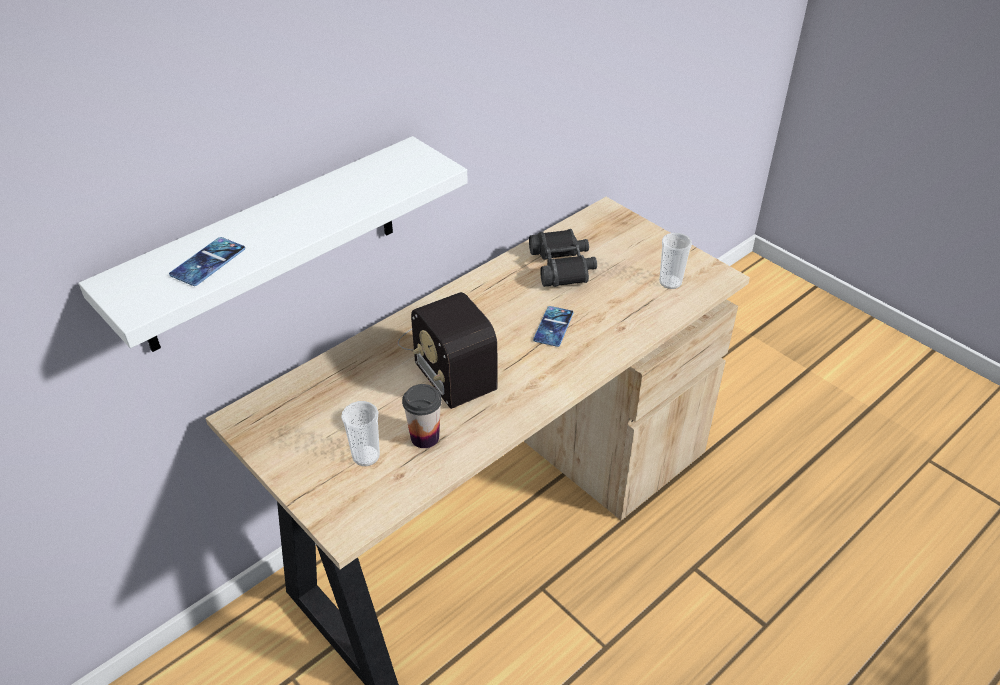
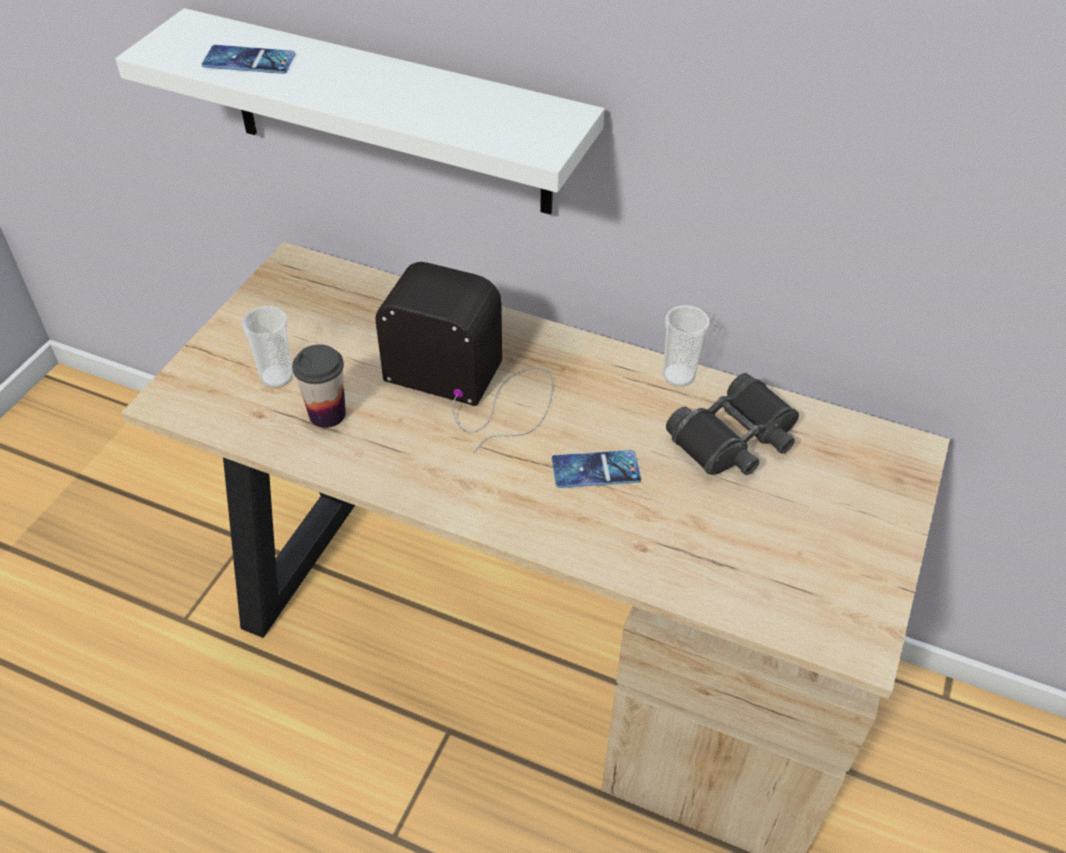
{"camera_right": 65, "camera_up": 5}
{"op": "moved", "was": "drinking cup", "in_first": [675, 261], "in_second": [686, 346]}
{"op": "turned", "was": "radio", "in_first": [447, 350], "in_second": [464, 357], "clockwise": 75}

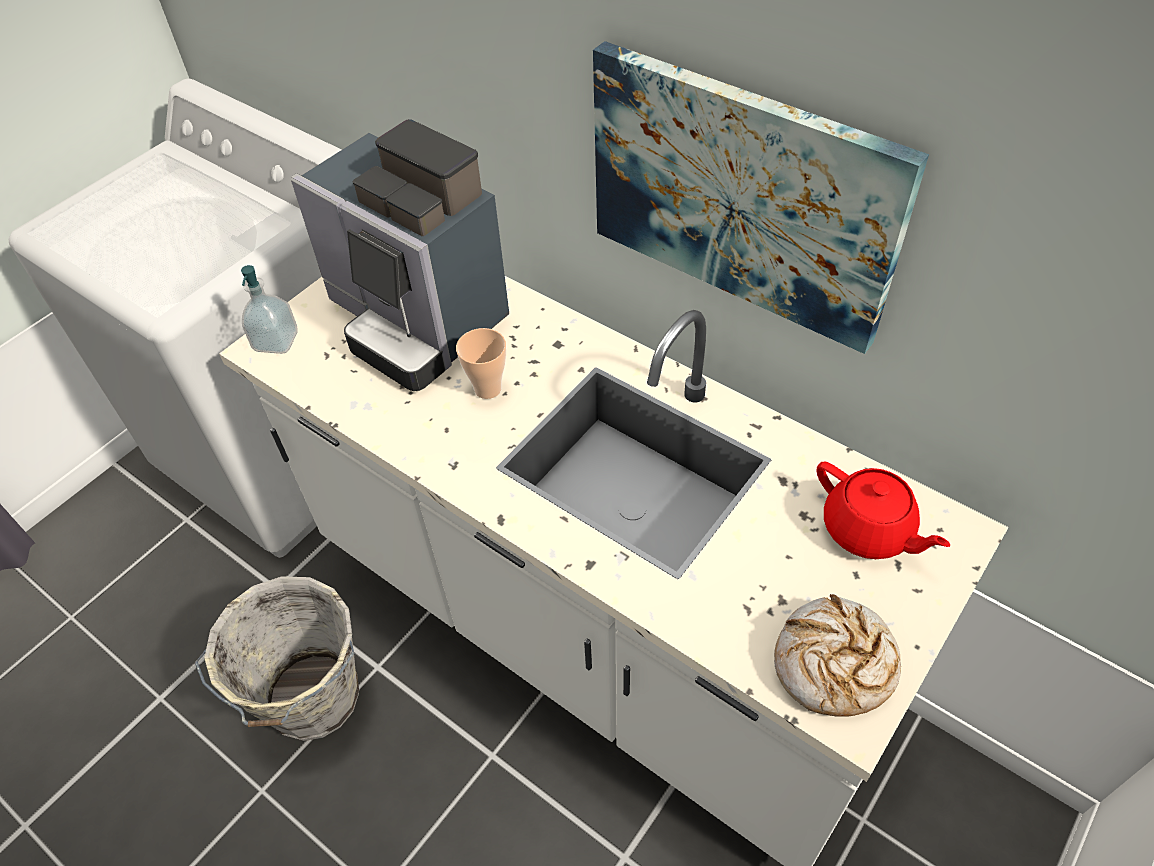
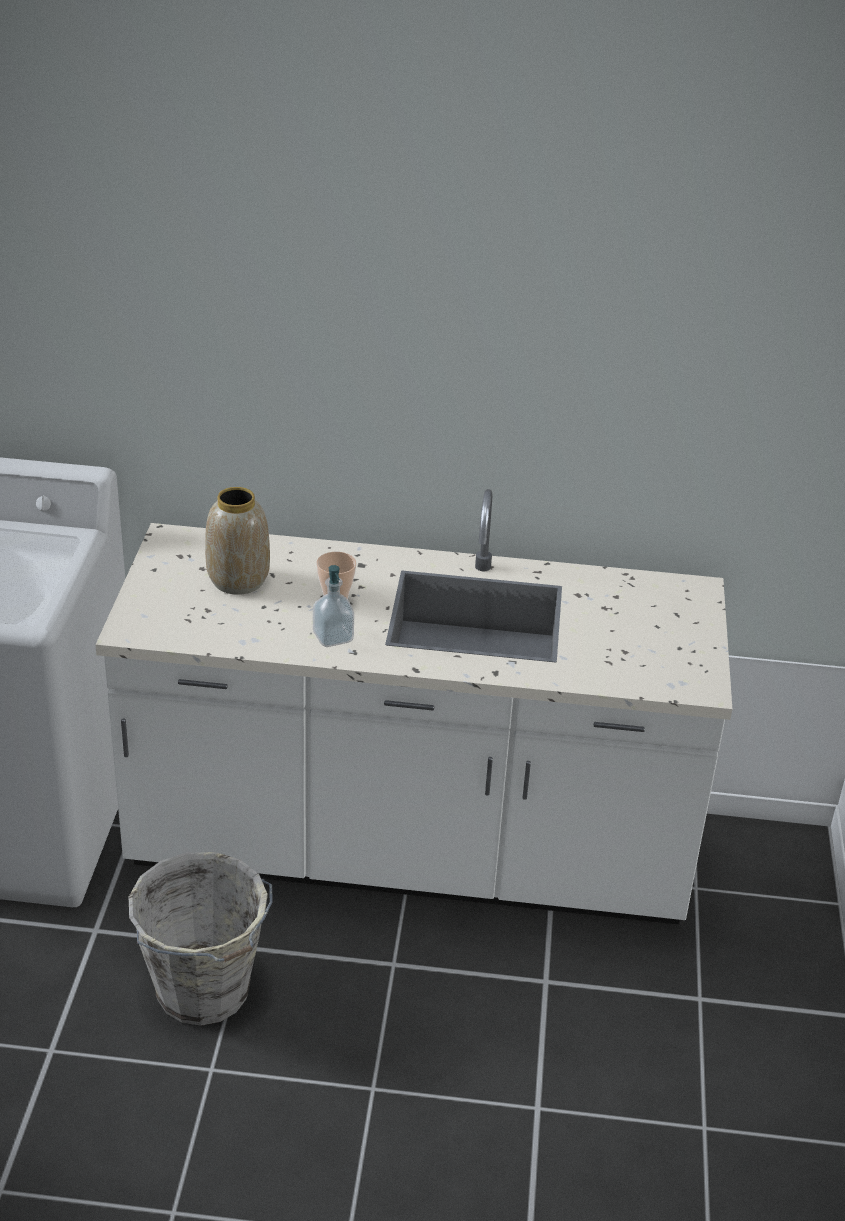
{"camera_right": -35, "camera_up": -15}
{"op": "removed", "was": "wall art", "in_first": [761, 197]}
{"op": "replaced", "was": "coffee maker", "now": "vase", "in_first": [400, 255], "in_second": [237, 541]}
{"op": "moved", "was": "soap bottle", "in_first": [269, 309], "in_second": [333, 606]}
{"op": "removed", "was": "red-coloured tea pot", "in_first": [883, 510]}
{"op": "removed", "was": "baked bread", "in_first": [837, 655]}

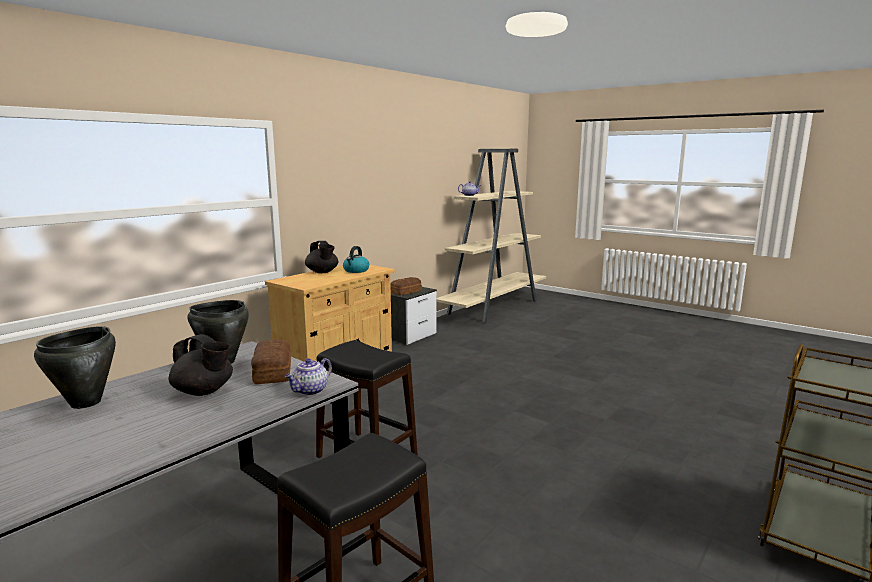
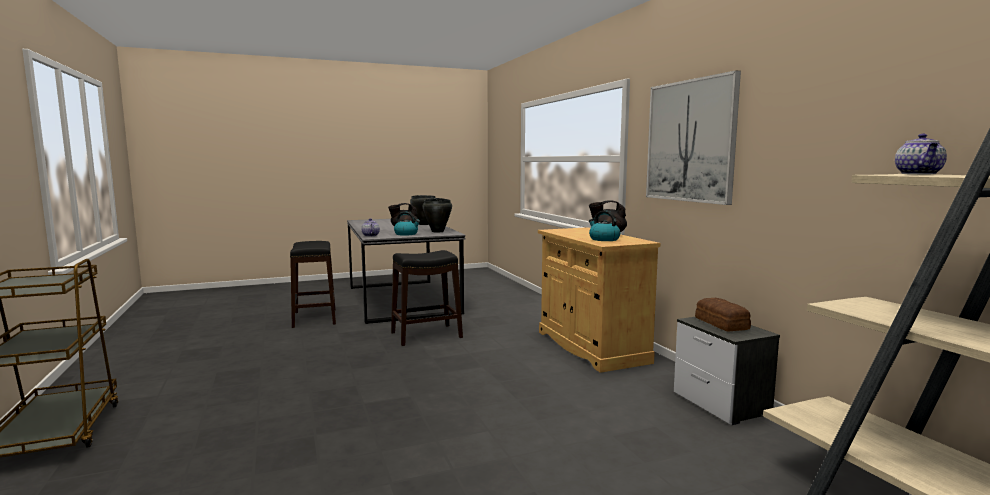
{"camera_right": 120, "camera_up": -5}
{"op": "replaced", "was": "baked bread", "now": "kettle", "in_first": [271, 361], "in_second": [407, 224]}
{"op": "added", "now": "wall art", "in_second": [693, 137]}

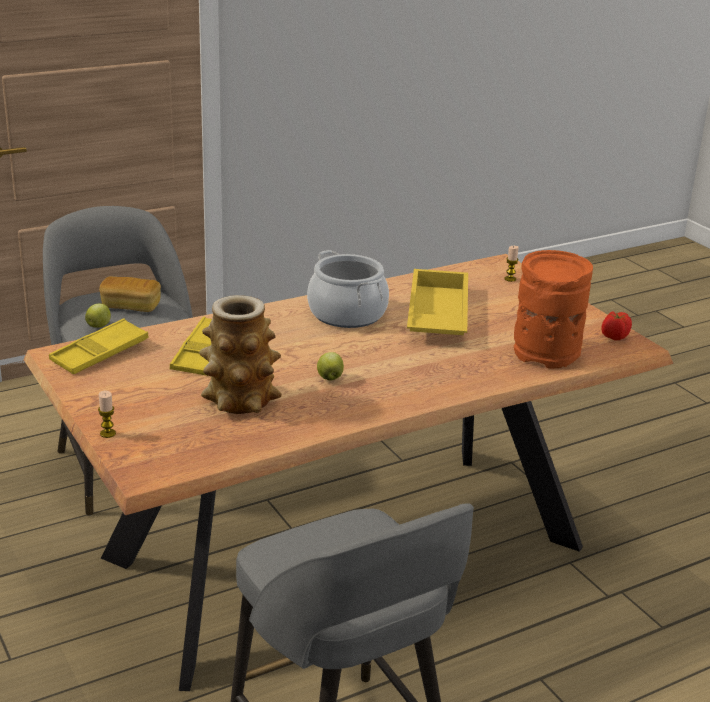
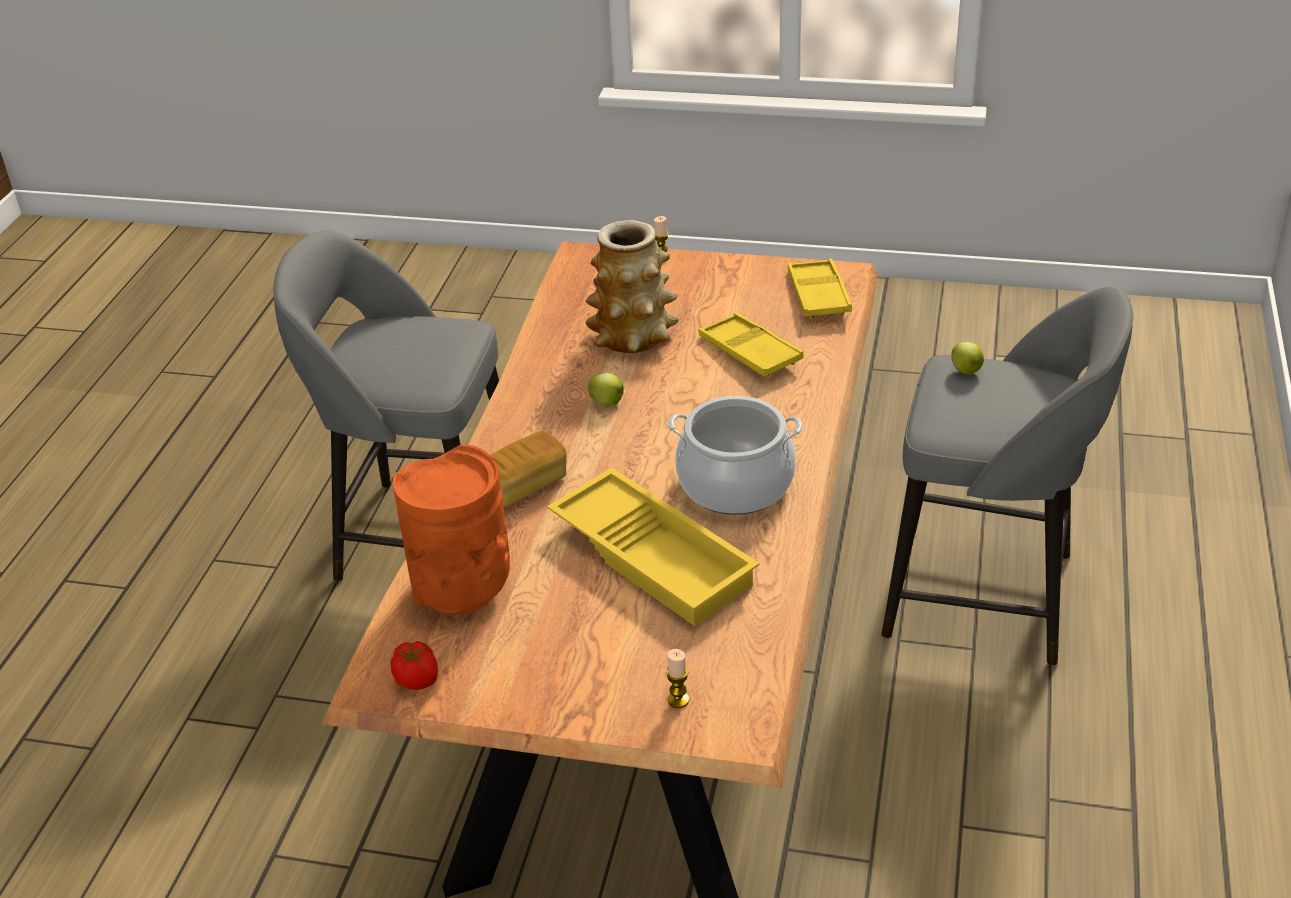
{"camera_right": 135, "camera_up": 10}
{"op": "moved", "was": "baked bread", "in_first": [130, 294], "in_second": [528, 469]}

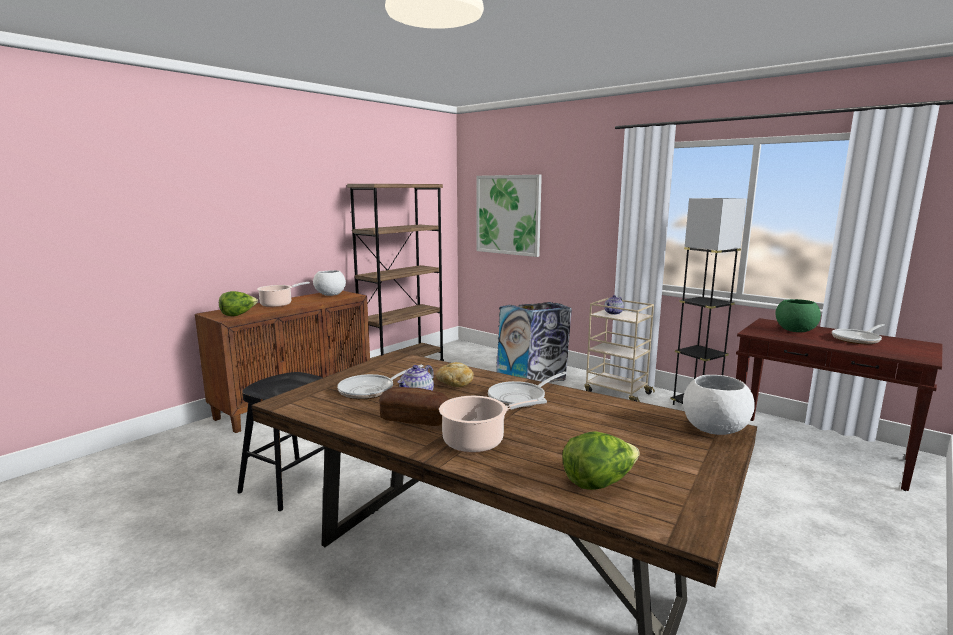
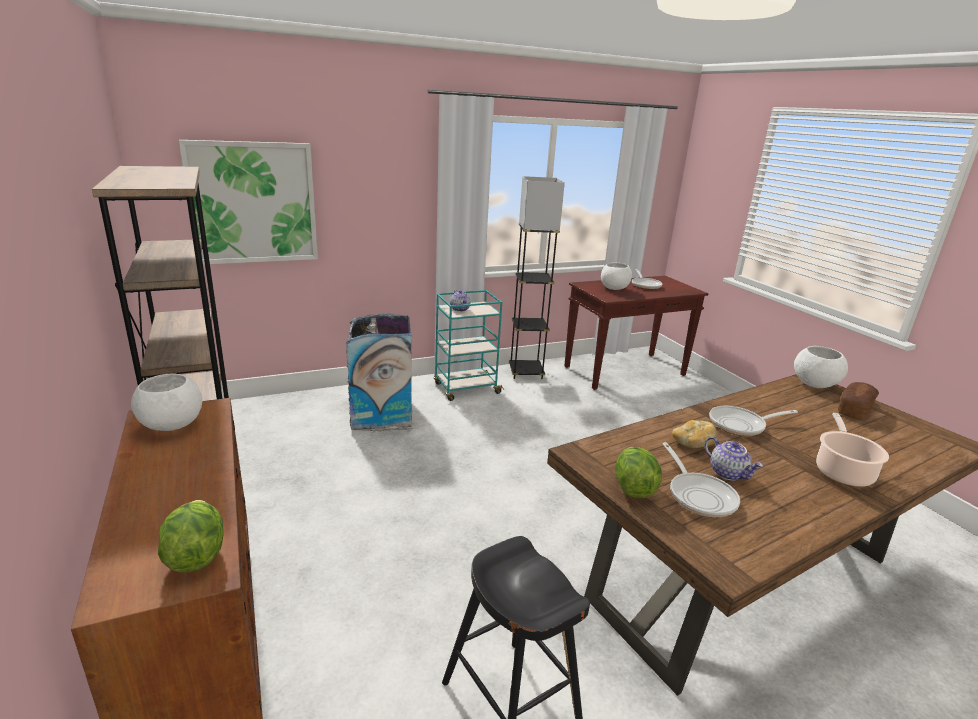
{"camera_right": -65, "camera_up": 10}
{"op": "removed", "was": "cooking pot", "in_first": [283, 294]}
{"op": "recoloured", "was": "beige wheeled cart", "now": "turquoise-coloured wheeled cart", "in_first": [619, 350], "in_second": [469, 345]}
{"op": "recoloured", "was": "green-coloured bowl", "now": "white bowl", "in_first": [798, 315], "in_second": [616, 276]}
{"op": "turned", "was": "skillet", "in_first": [527, 390], "in_second": [753, 421], "clockwise": 90}
{"op": "moved", "was": "baked bread", "in_first": [414, 406], "in_second": [858, 401]}
{"op": "moved", "was": "lettuce head", "in_first": [601, 460], "in_second": [638, 472]}

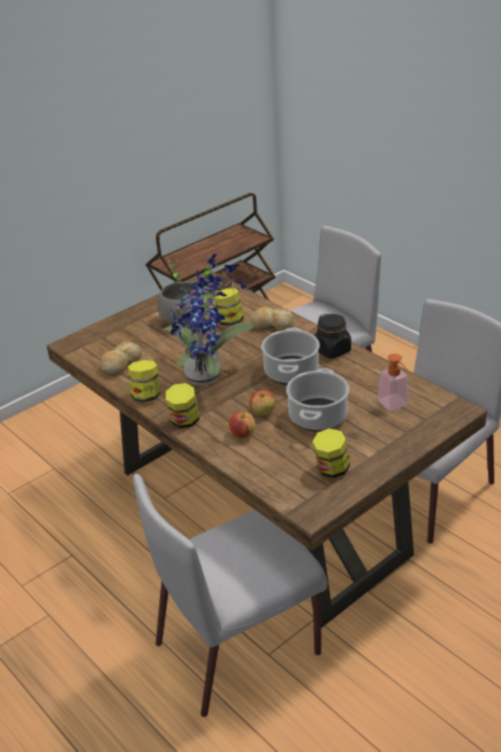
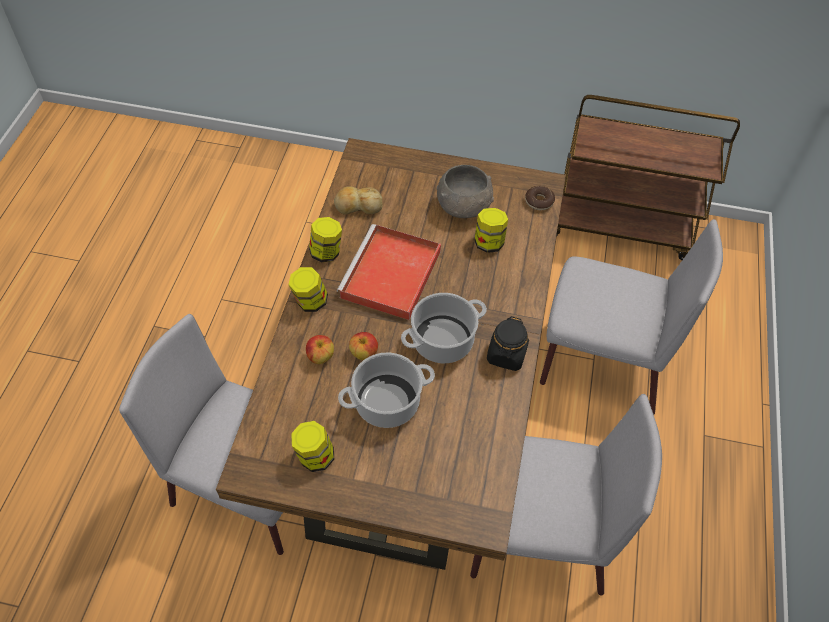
{"camera_right": 50, "camera_up": 20}
{"op": "replaced", "was": "houseplant", "now": "red-coloured tray", "in_first": [208, 319], "in_second": [389, 272]}
{"op": "removed", "was": "baked bread", "in_first": [272, 319]}
{"op": "removed", "was": "soap bottle", "in_first": [393, 382]}

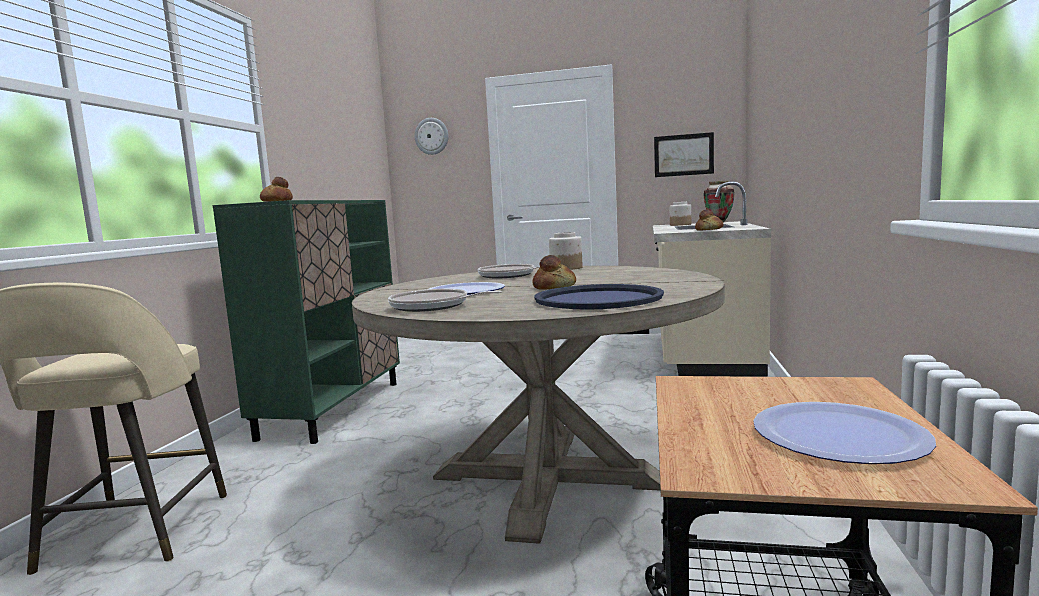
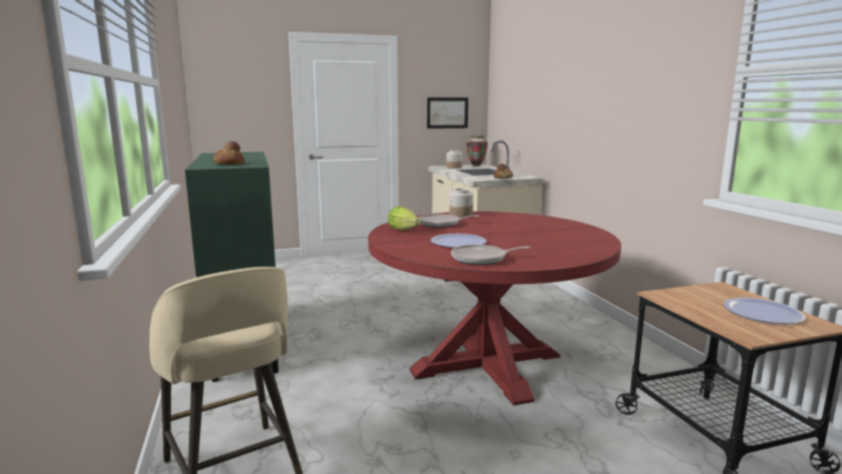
{"camera_right": -30, "camera_up": 5}
{"op": "removed", "was": "wall clock", "in_first": [431, 136]}
{"op": "removed", "was": "baked bread", "in_first": [554, 272]}
{"op": "recoloured", "was": "beige dinner table", "now": "red-coloured dinner table", "in_first": [538, 405], "in_second": [494, 308]}
{"op": "removed", "was": "bluish tray", "in_first": [599, 297]}
{"op": "added", "now": "lettuce head", "in_second": [404, 218]}

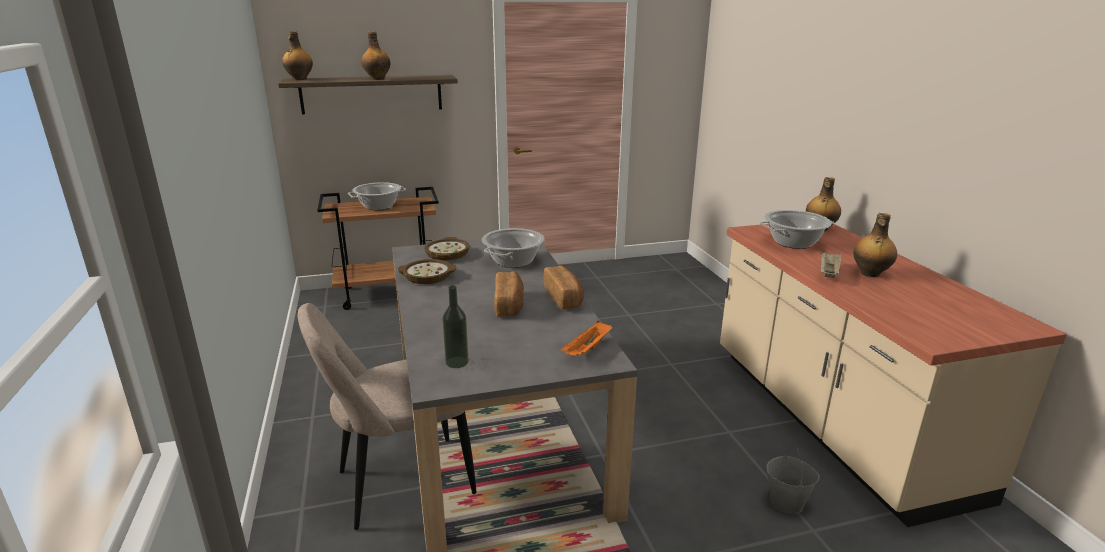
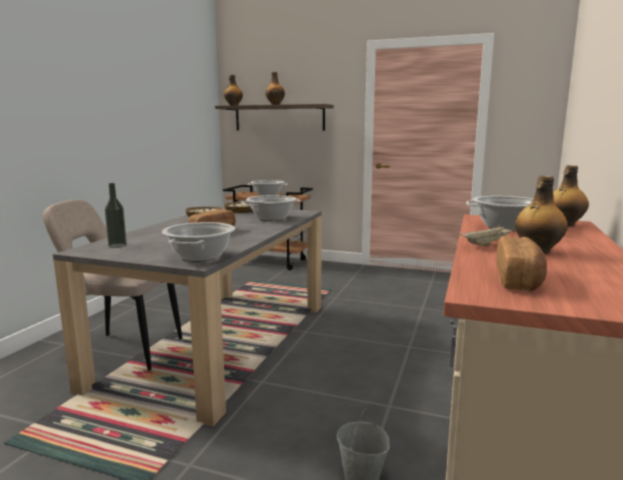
{"camera_right": 35, "camera_up": -10}
{"op": "moved", "was": "baked bread", "in_first": [564, 288], "in_second": [521, 263]}
{"op": "replaced", "was": "orange tray", "now": "cooking pot", "in_first": [586, 338], "in_second": [198, 242]}

